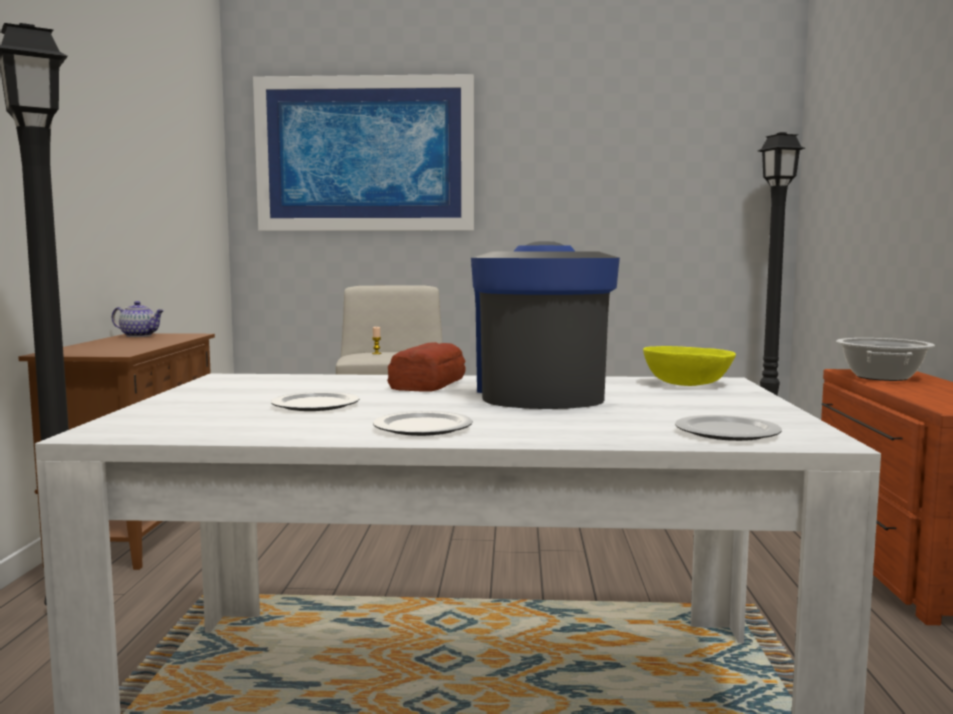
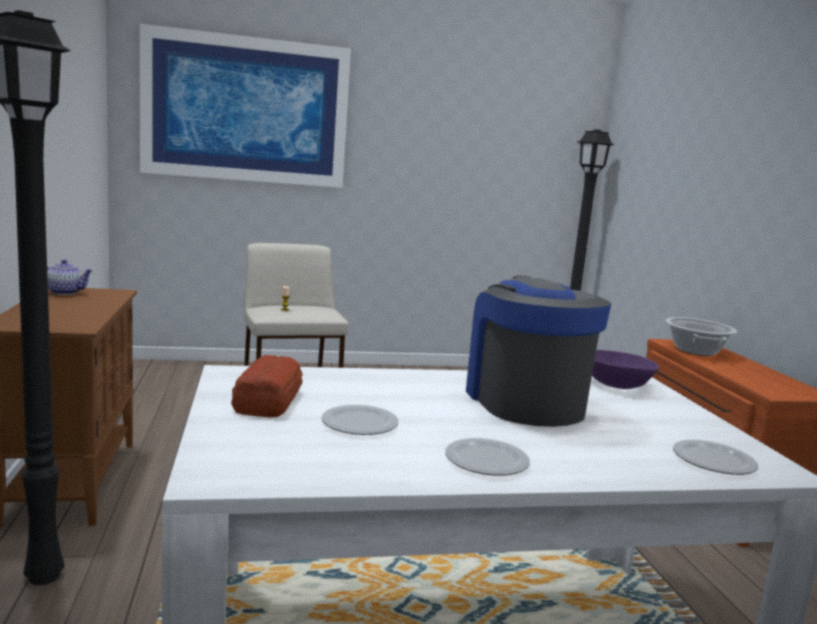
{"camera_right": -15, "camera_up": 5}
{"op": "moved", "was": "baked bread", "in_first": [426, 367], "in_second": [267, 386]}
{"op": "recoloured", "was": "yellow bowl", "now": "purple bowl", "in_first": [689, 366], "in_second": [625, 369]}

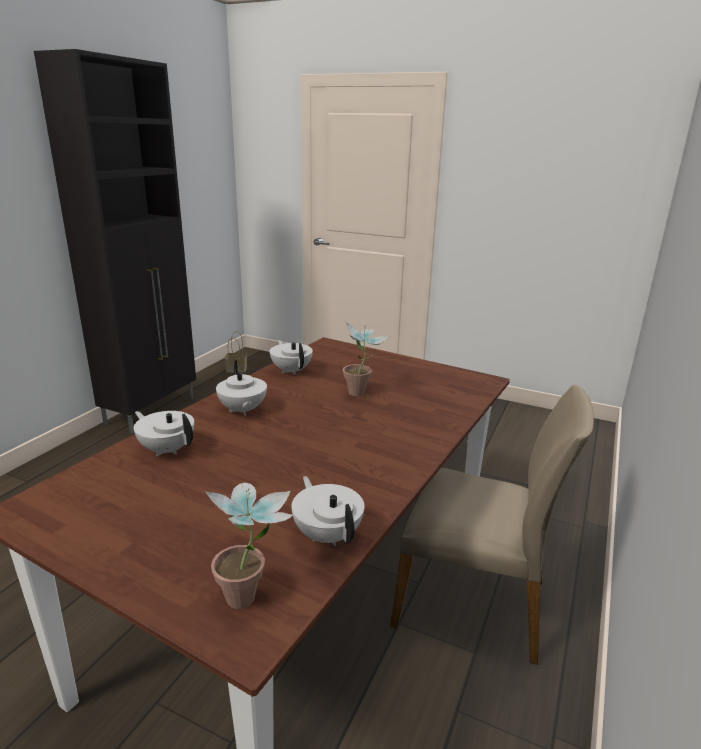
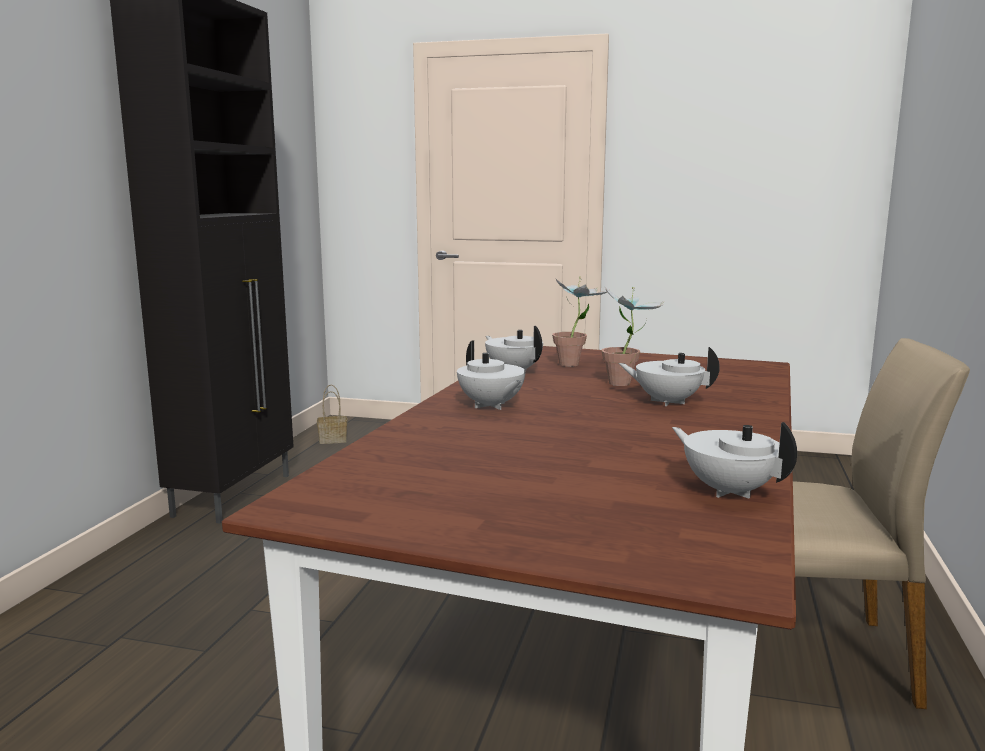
{"camera_right": -10, "camera_up": -10}
{"op": "moved", "was": "white tea pot", "in_first": [164, 433], "in_second": [669, 376]}
{"op": "moved", "was": "houseplant", "in_first": [249, 546], "in_second": [579, 321]}

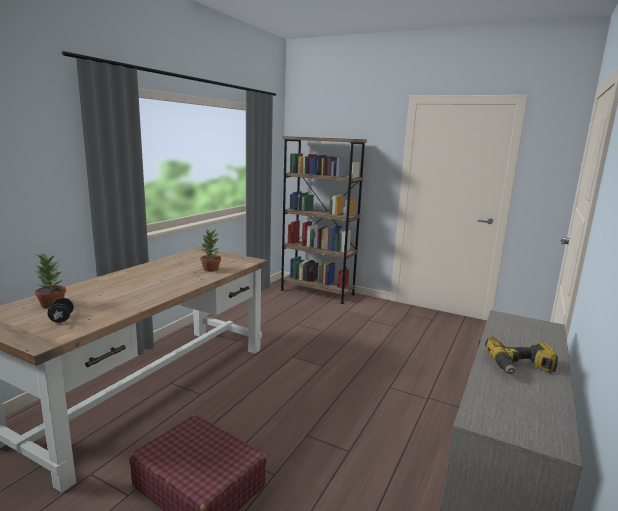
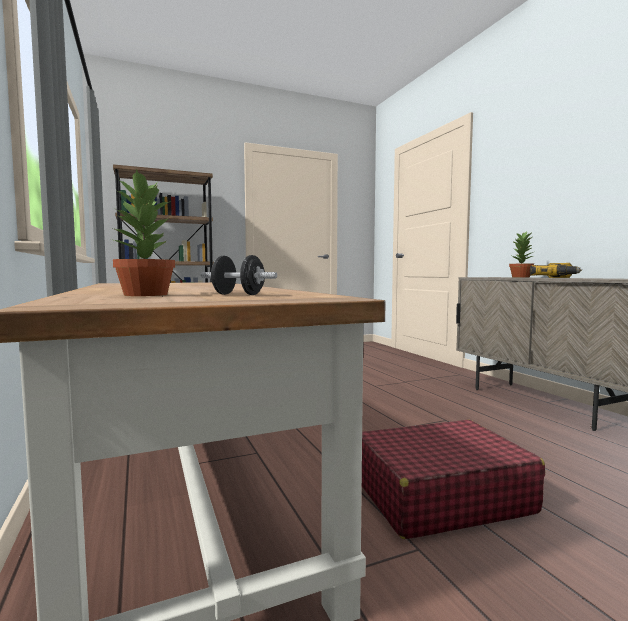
{"camera_right": -50, "camera_up": -10}
{"op": "moved", "was": "houseplant", "in_first": [210, 251], "in_second": [521, 255]}

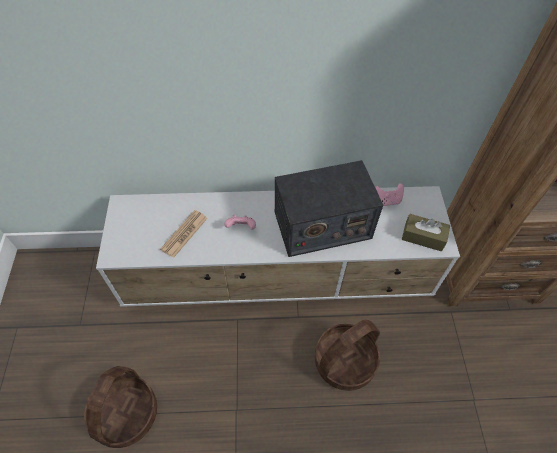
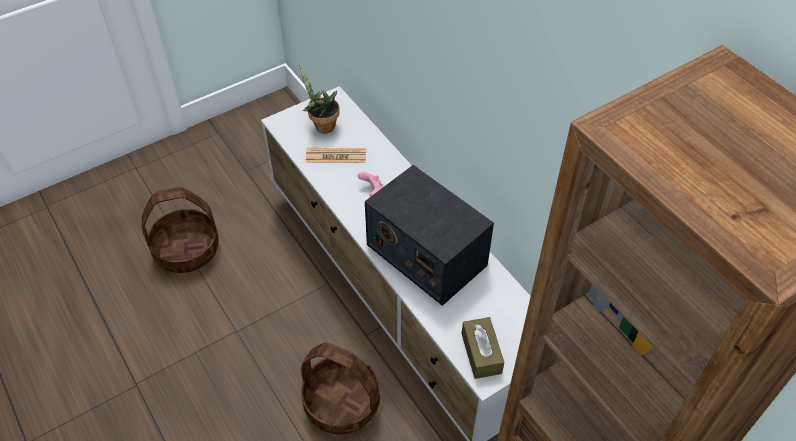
{"camera_right": 60, "camera_up": -5}
{"op": "removed", "was": "pink game controller", "in_first": [389, 194]}
{"op": "added", "now": "houseplant", "in_second": [320, 99]}

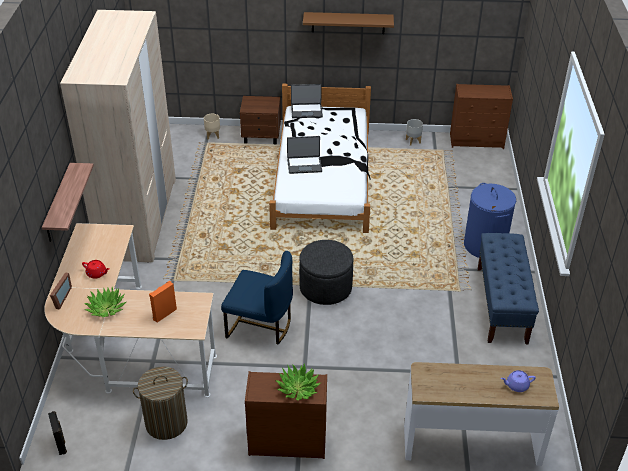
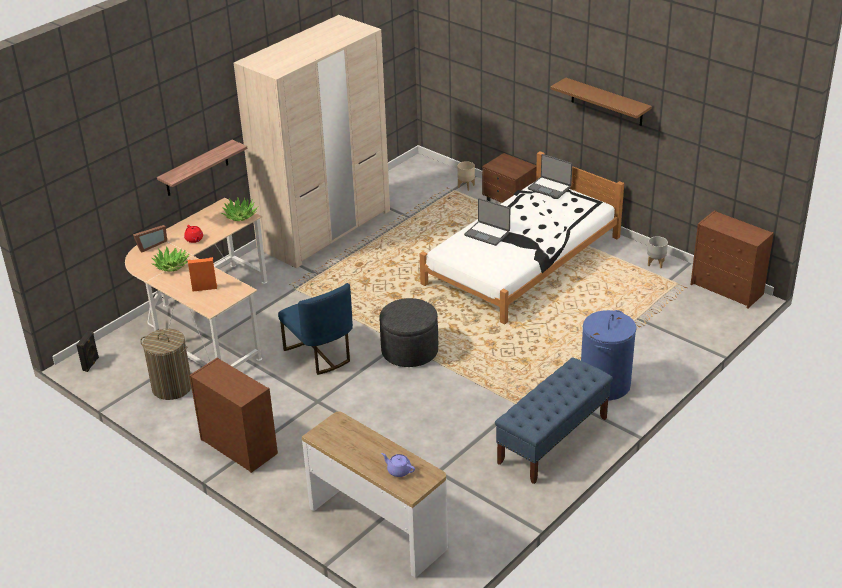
{"camera_right": 40, "camera_up": -5}
{"op": "moved", "was": "houseplant", "in_first": [298, 382], "in_second": [240, 209]}

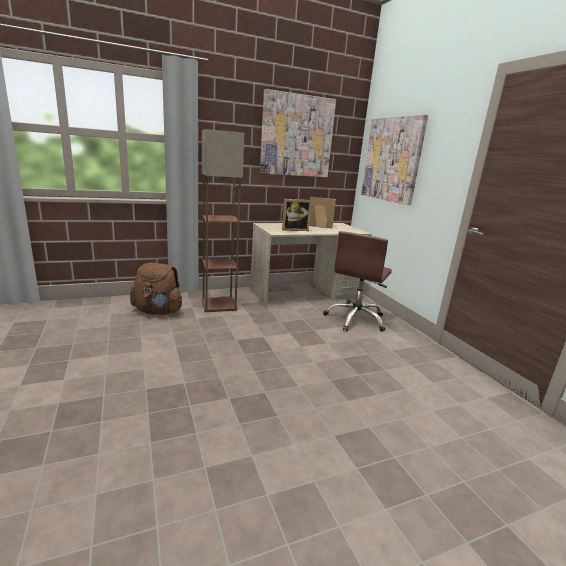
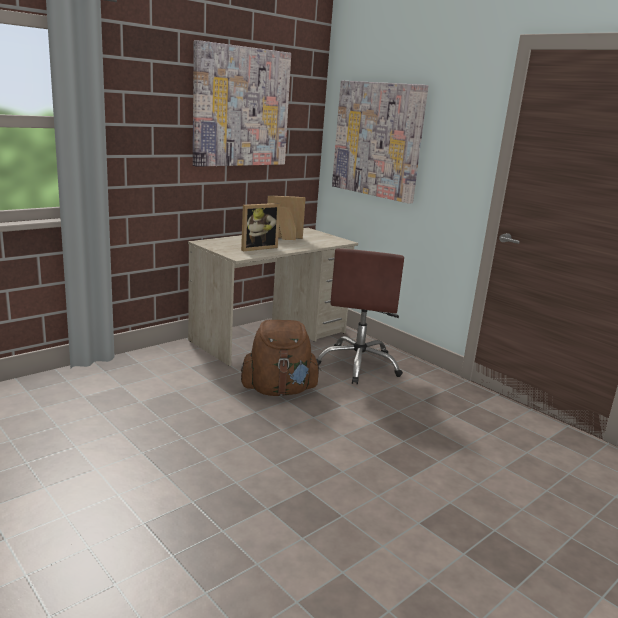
{"camera_right": -20, "camera_up": 0}
{"op": "removed", "was": "standing lamp", "in_first": [223, 220]}
{"op": "moved", "was": "brown backpack", "in_first": [156, 288], "in_second": [281, 358]}

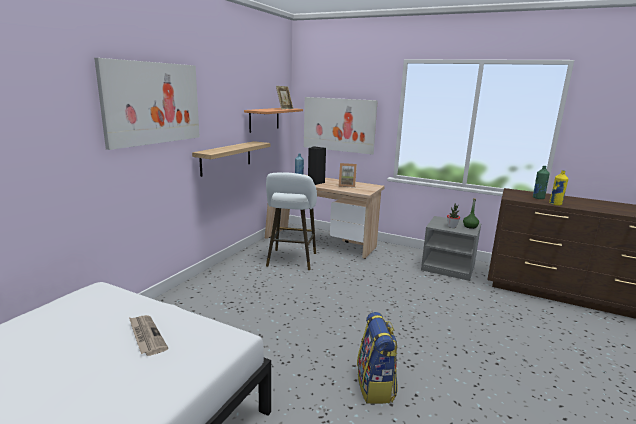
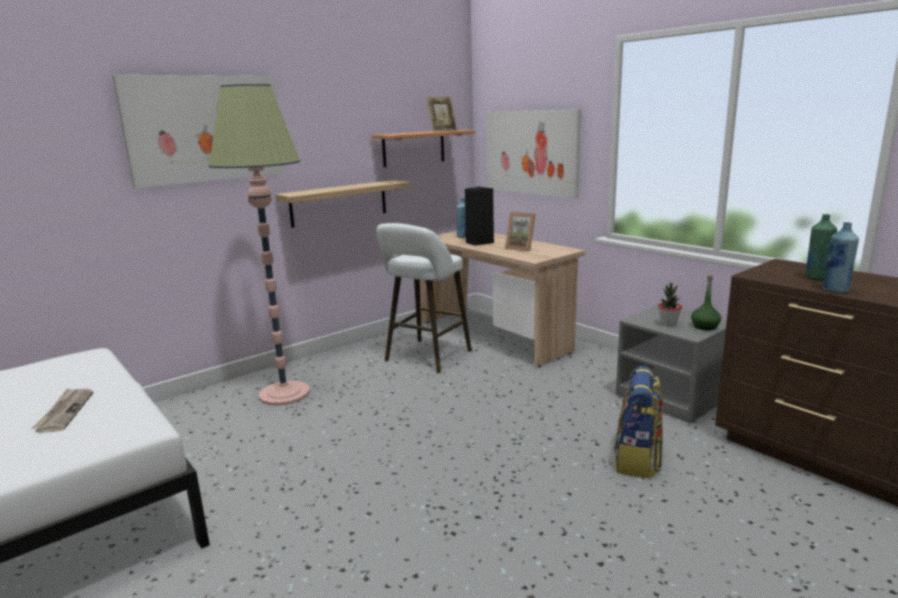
{"camera_right": 25, "camera_up": 0}
{"op": "recoloured", "was": "yellow beverage bottle", "now": "bluish beverage bottle", "in_first": [558, 188], "in_second": [840, 257]}
{"op": "moved", "was": "backpack", "in_first": [377, 358], "in_second": [638, 422]}
{"op": "added", "now": "standing lamp", "in_second": [259, 245]}

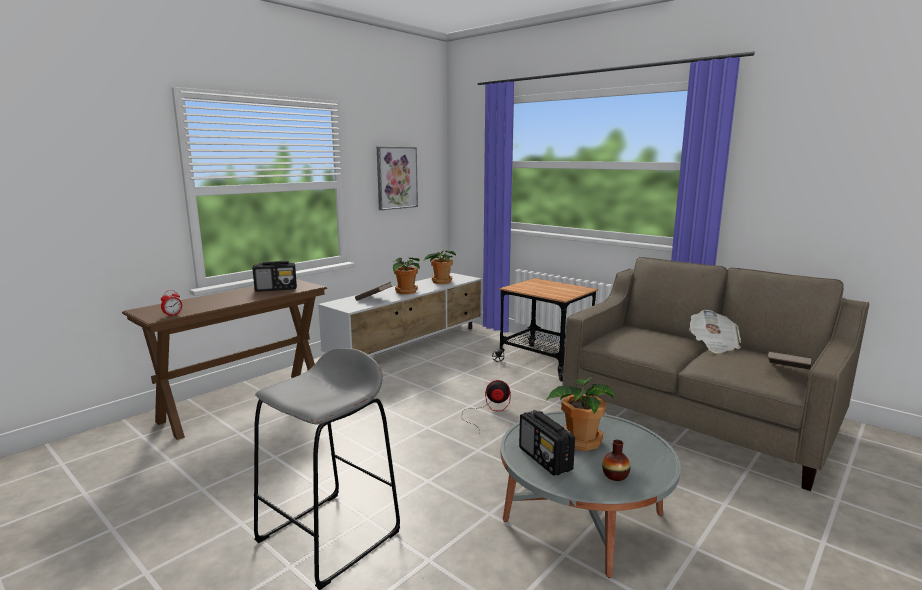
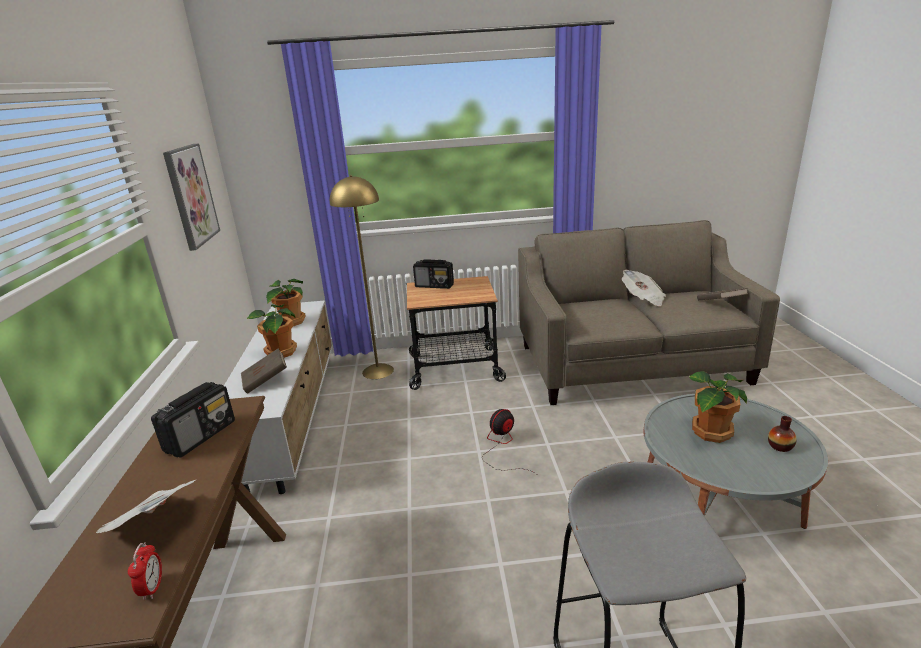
{"camera_right": -45, "camera_up": 10}
{"op": "moved", "was": "radio", "in_first": [547, 443], "in_second": [433, 274]}
{"op": "added", "now": "yellow standing lamp", "in_second": [362, 277]}
{"op": "added", "now": "newspaper", "in_second": [146, 506]}

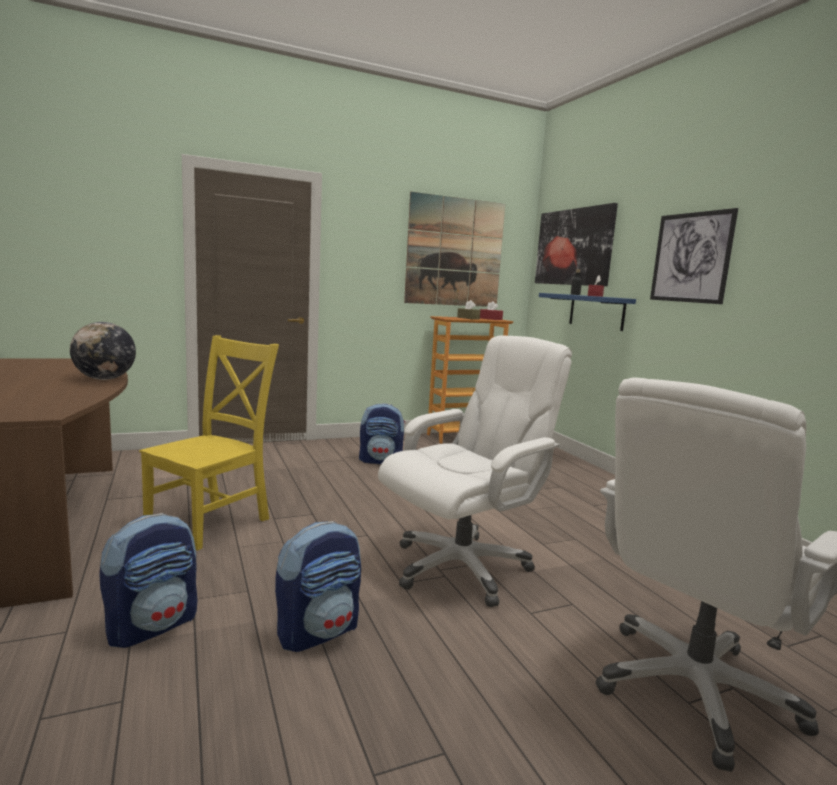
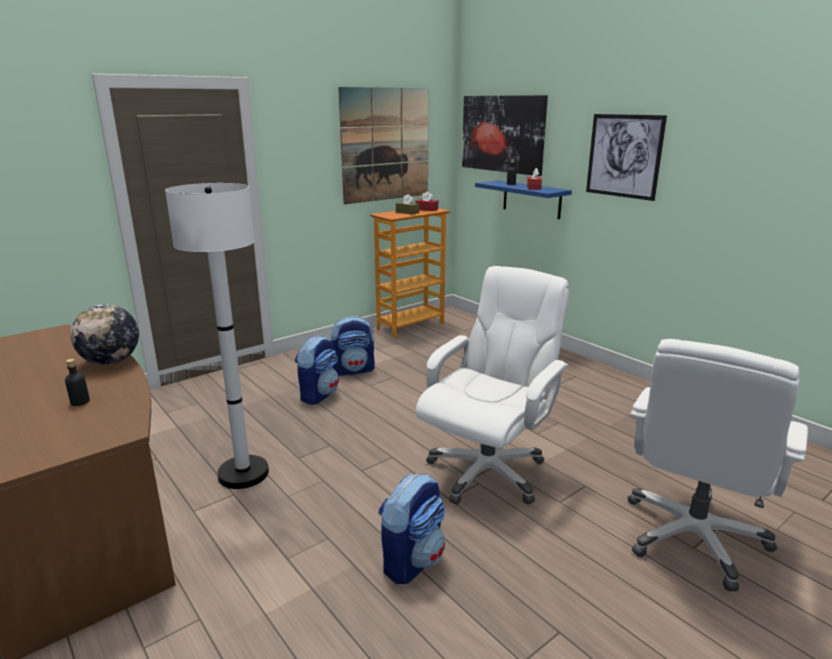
{"camera_right": -15, "camera_up": 10}
{"op": "replaced", "was": "yellow chair", "now": "white standing lamp", "in_first": [209, 443], "in_second": [217, 336]}
{"op": "moved", "was": "backpack", "in_first": [148, 580], "in_second": [317, 370]}
{"op": "added", "now": "black-coloured beverage bottle", "in_second": [77, 382]}

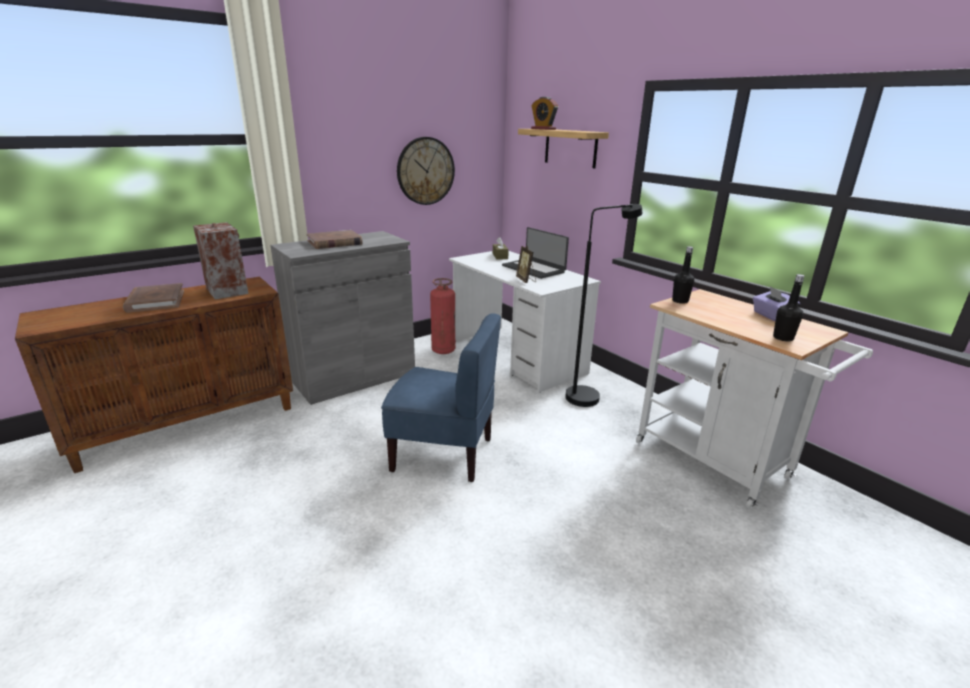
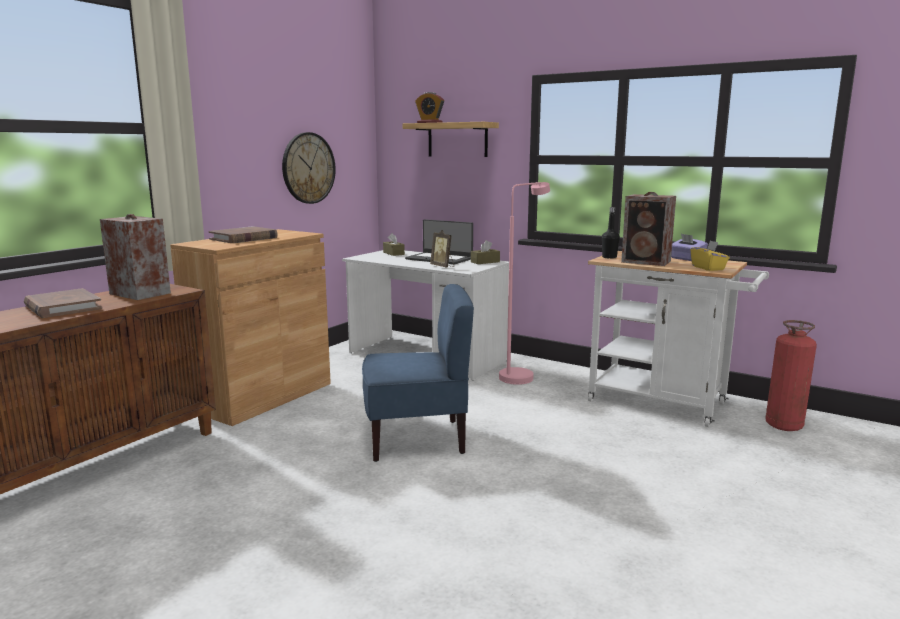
{"camera_right": -20, "camera_up": -10}
{"op": "recoloured", "was": "black-coloured standing lamp", "now": "pink standing lamp", "in_first": [603, 305], "in_second": [524, 283]}
{"op": "recoloured", "was": "greyish storage cabinet", "now": "brown storage cabinet", "in_first": [342, 318], "in_second": [250, 327]}
{"op": "replaced", "was": "black-coloured beverage bottle", "now": "yellow tissue holder", "in_first": [788, 308], "in_second": [710, 255]}
{"op": "moved", "was": "fire-fighting cylinder", "in_first": [442, 316], "in_second": [791, 375]}
{"op": "added", "now": "audio speaker", "in_second": [648, 229]}
{"op": "added", "now": "brown tissue holder", "in_second": [485, 252]}

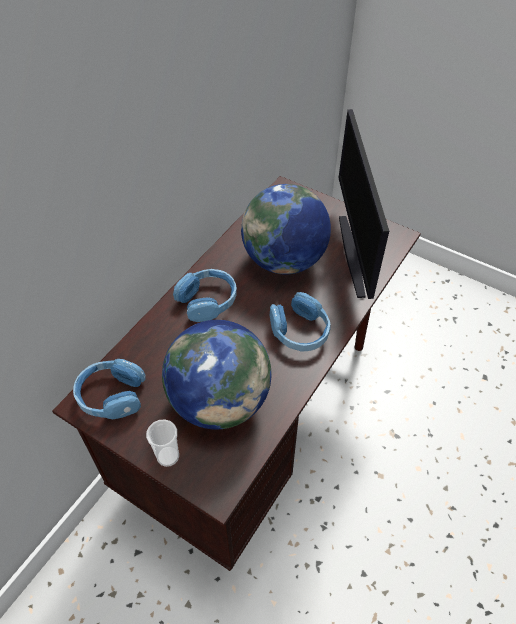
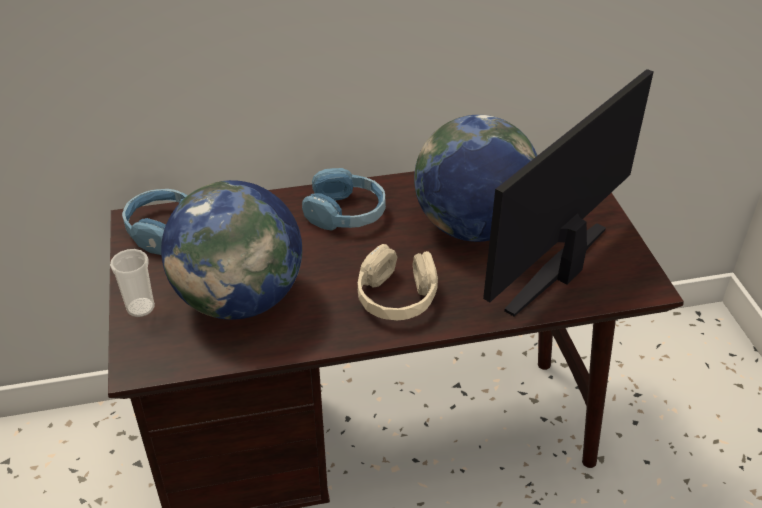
{"camera_right": 45, "camera_up": -10}
{"op": "recoloured", "was": "bluish headphones", "now": "beige headphones", "in_first": [300, 321], "in_second": [397, 282]}

